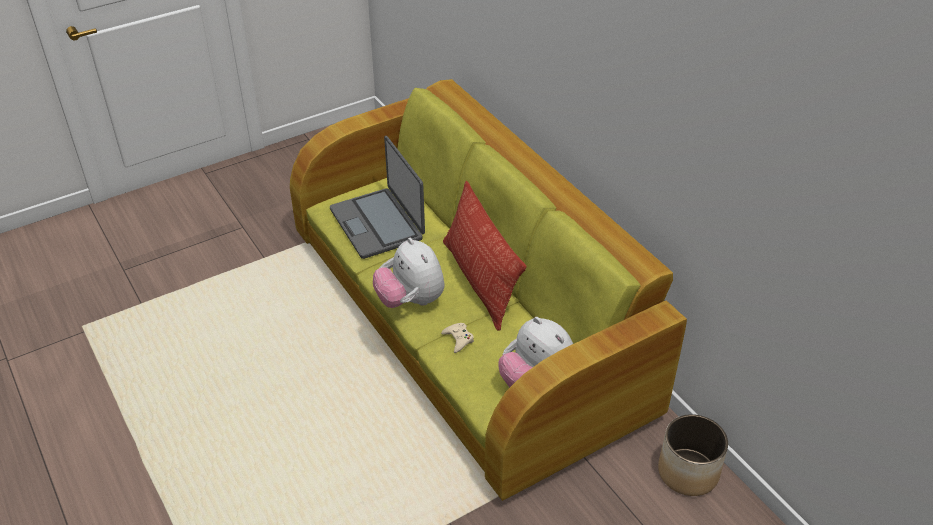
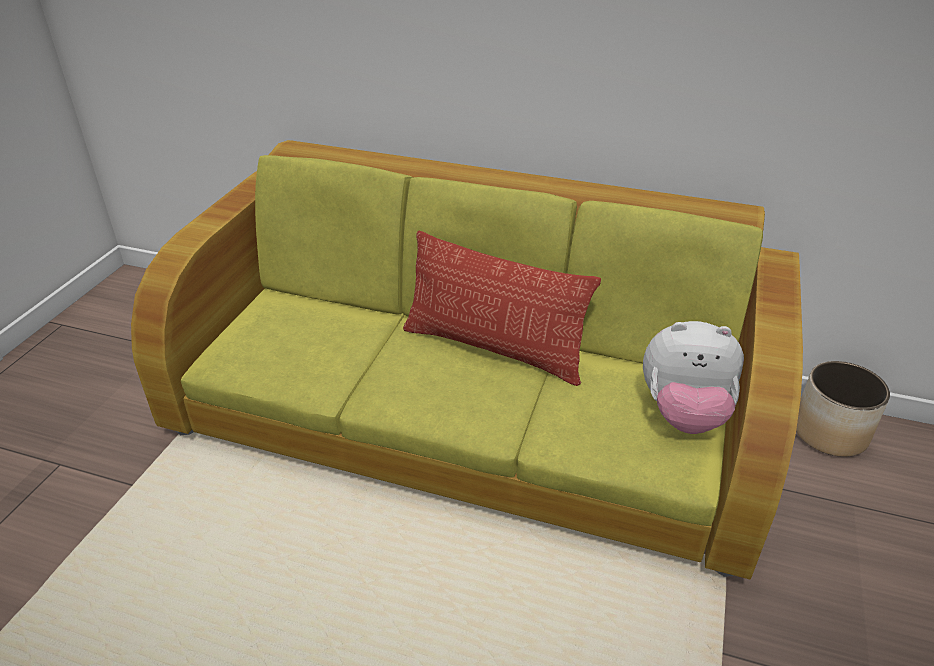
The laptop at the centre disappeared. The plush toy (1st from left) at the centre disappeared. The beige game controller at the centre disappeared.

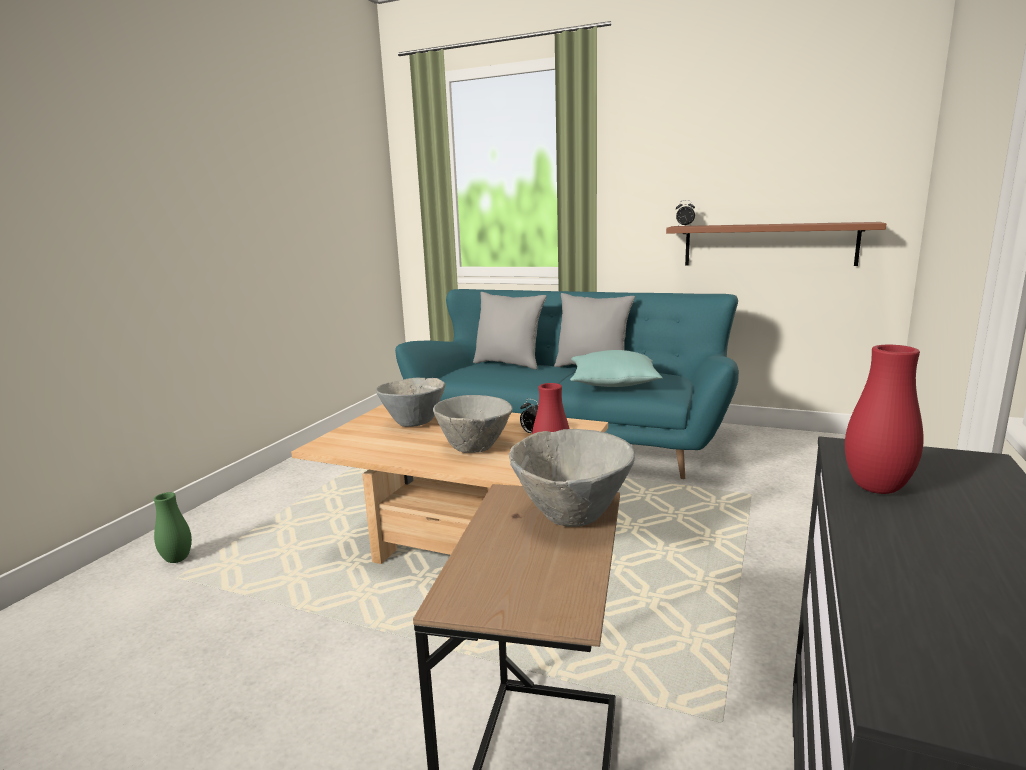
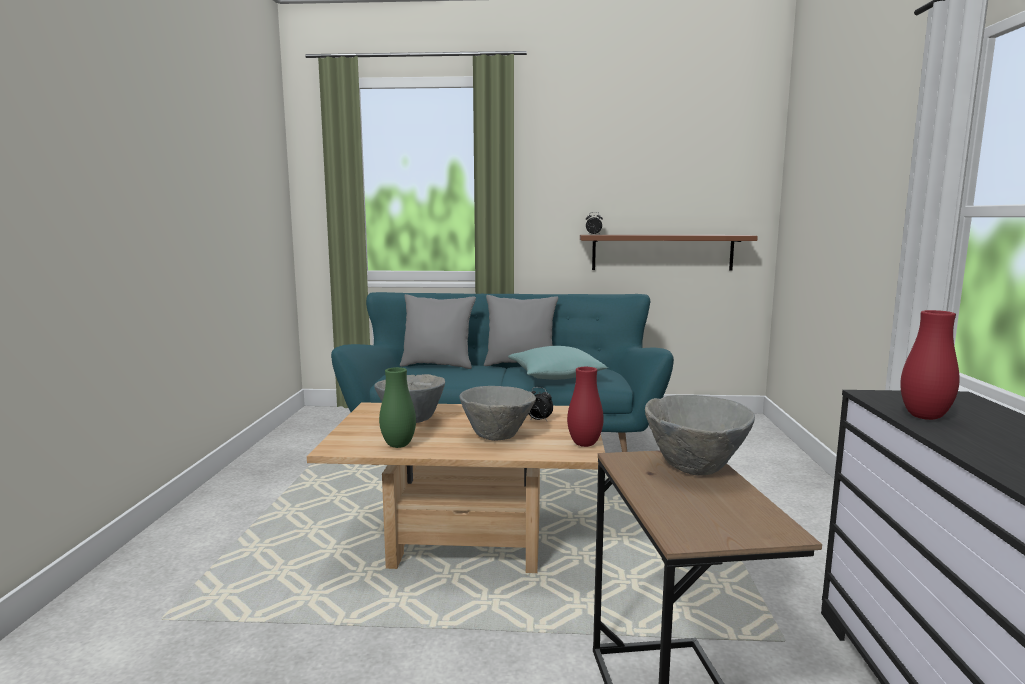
The green vase moved from the bottom left to the centre.

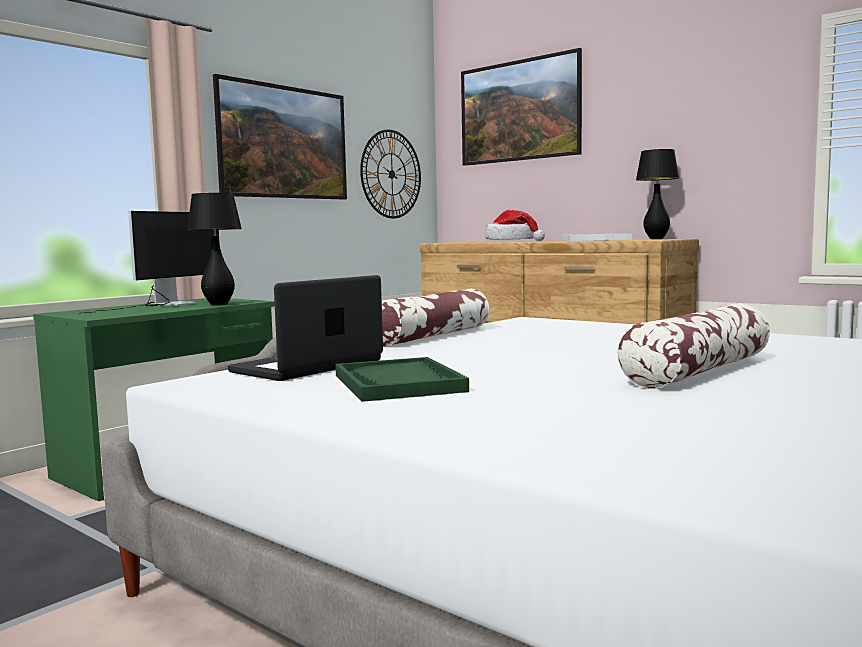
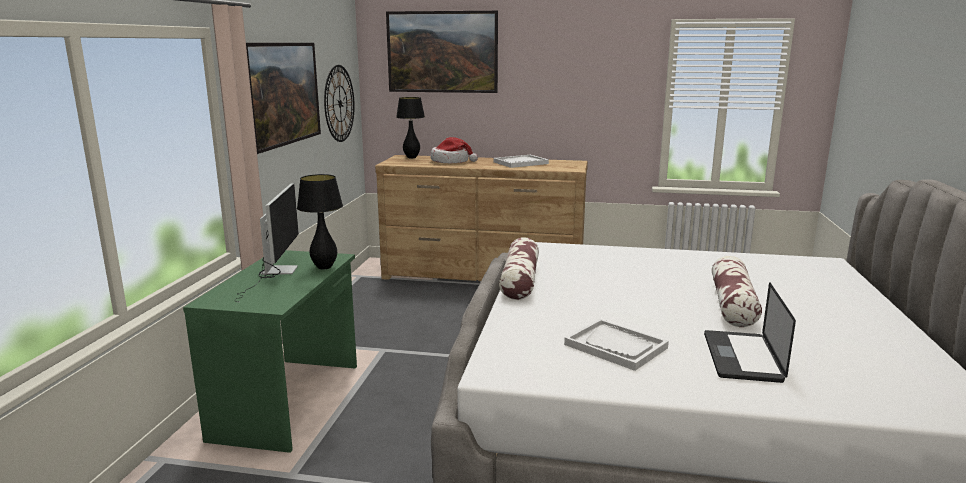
The black table lamp (2nd from left) moved from the top right to the top centre. The laptop moved from the centre to the bottom right. The green tray at the centre became the white tray (2nd from left) at the bottom centre.

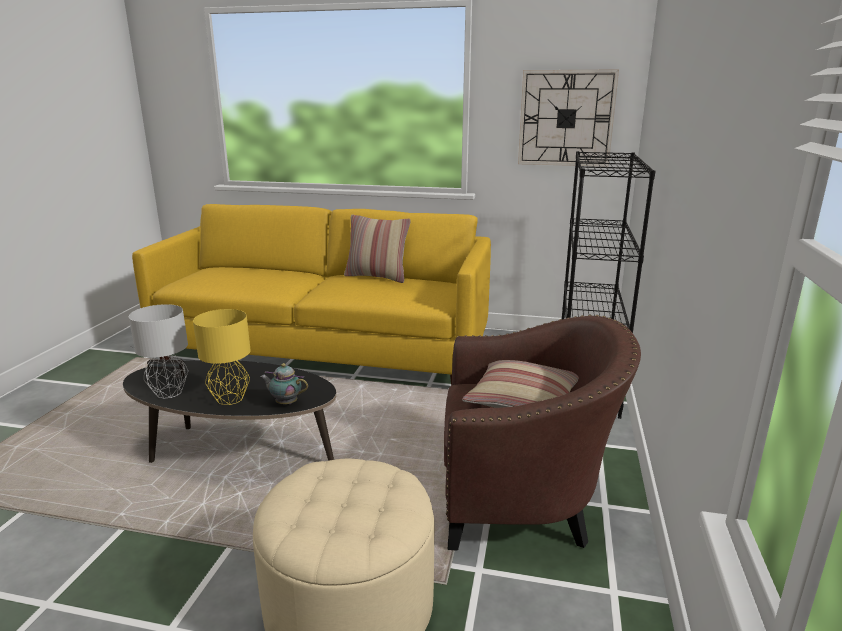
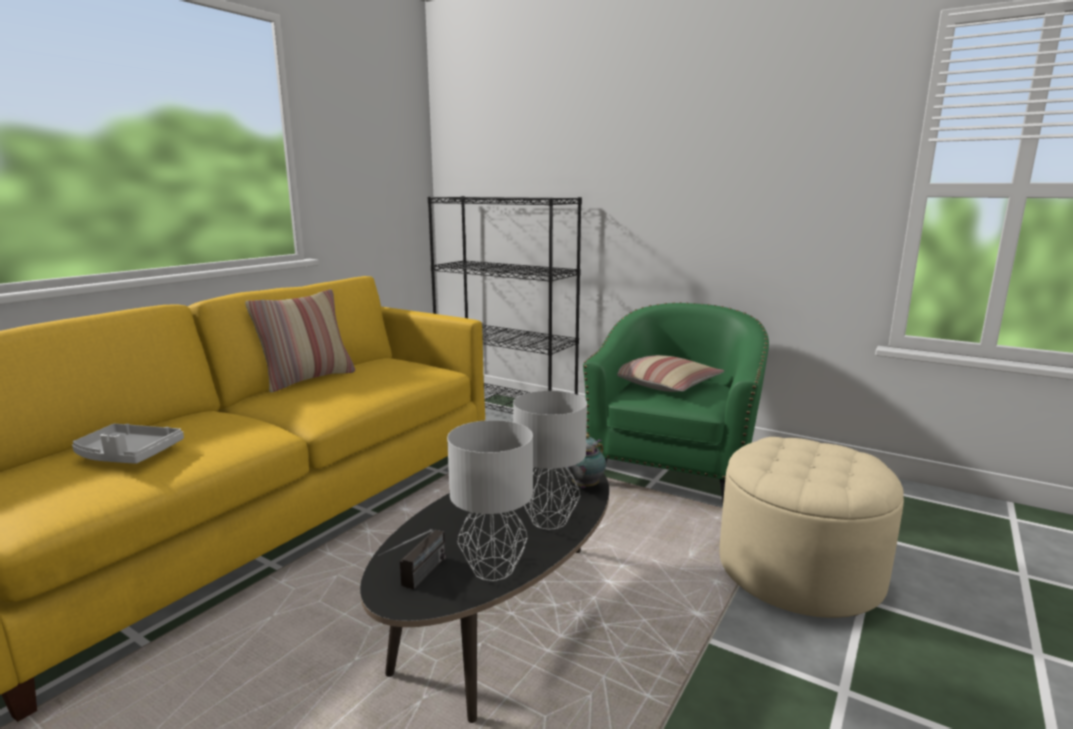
The wall clock at the top right disappeared. The yellow table lamp at the middle left became the grey table lamp (2nd from left) at the centre. The brown armchair at the bottom centre became the green armchair at the centre. The grey tray at the middle left appeared.

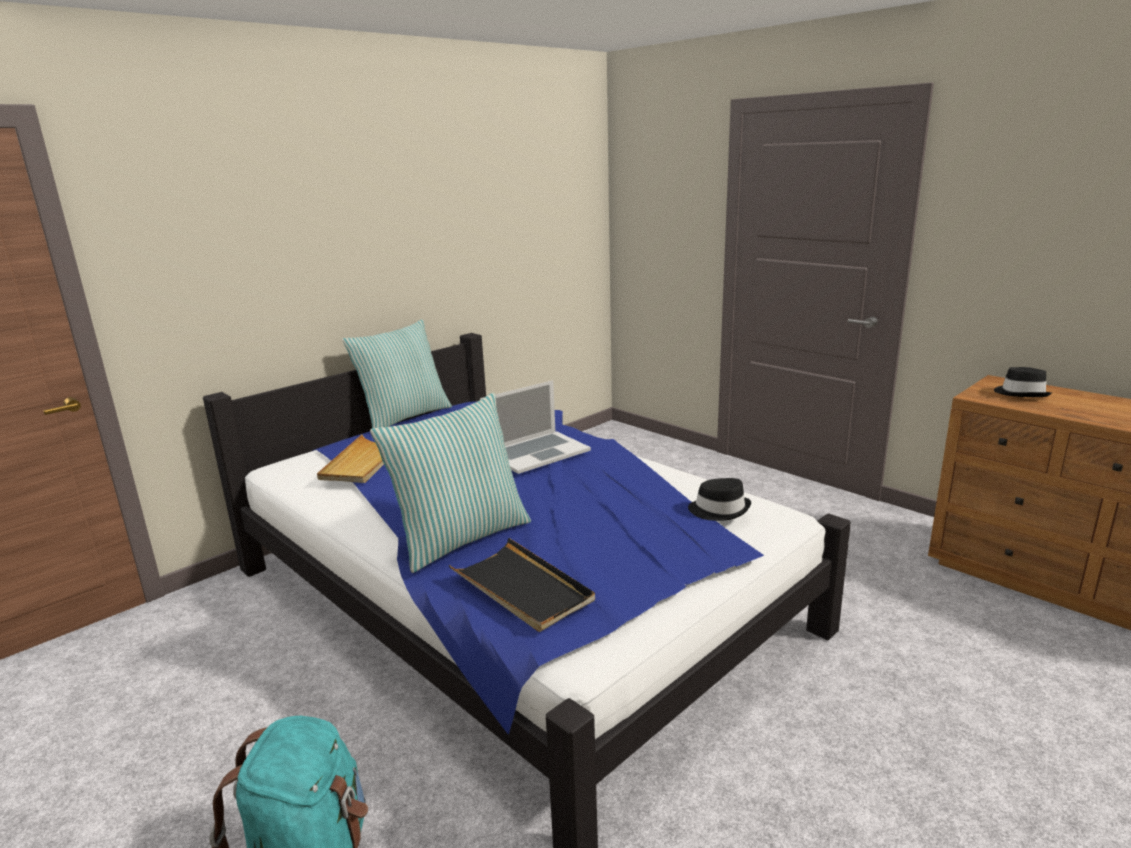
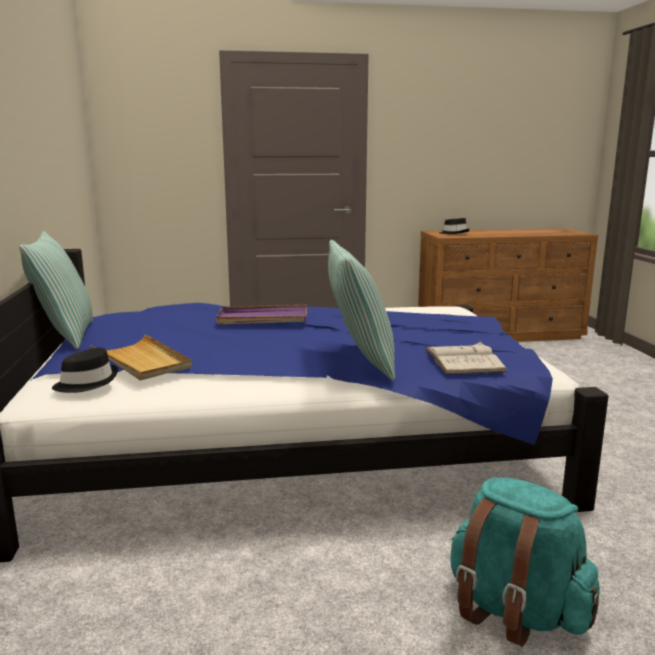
The laptop at the centre was replaced by the purple tray at the centre. The black hat (1st from left) moved from the centre to the middle left. The black tray at the bottom centre was replaced by the white book at the middle right.

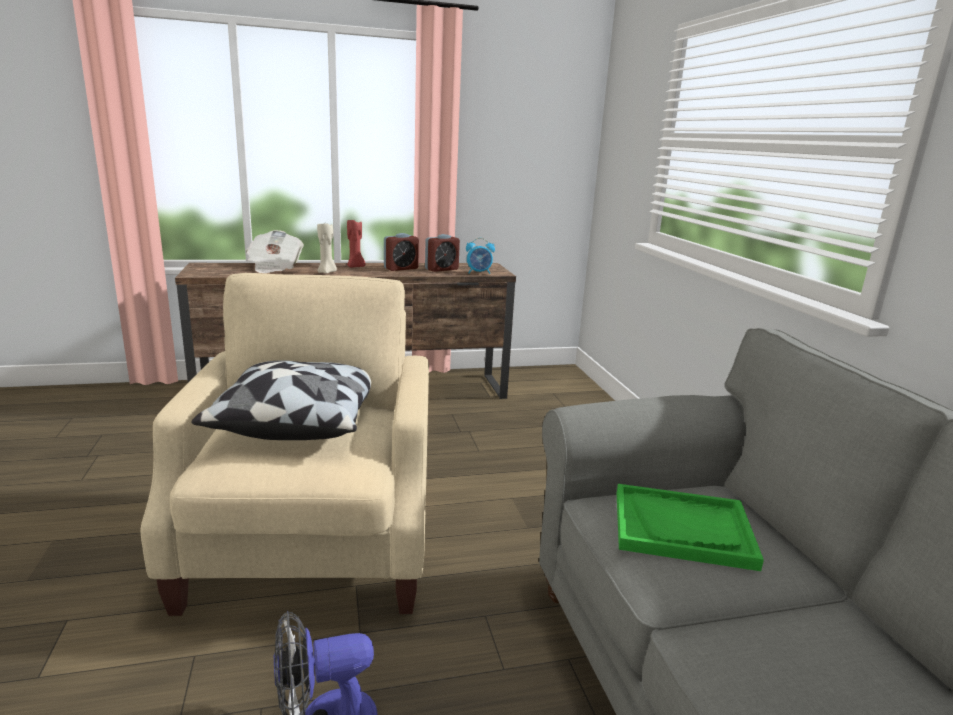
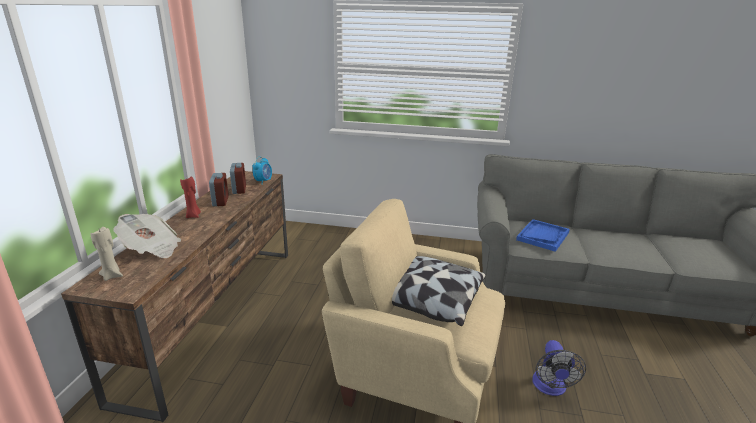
The beige candle moved from the centre to the middle left. The green tray at the bottom right became the blue tray at the middle right.

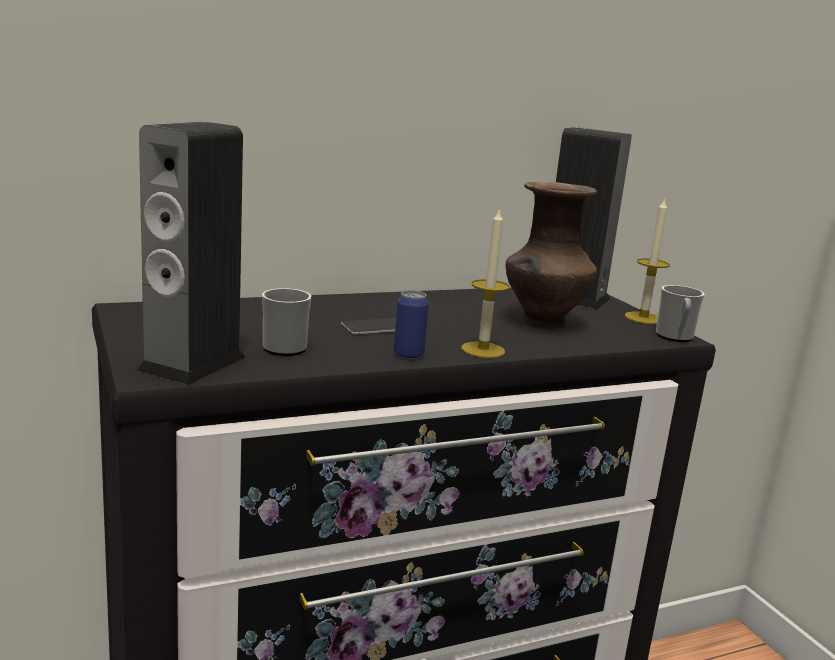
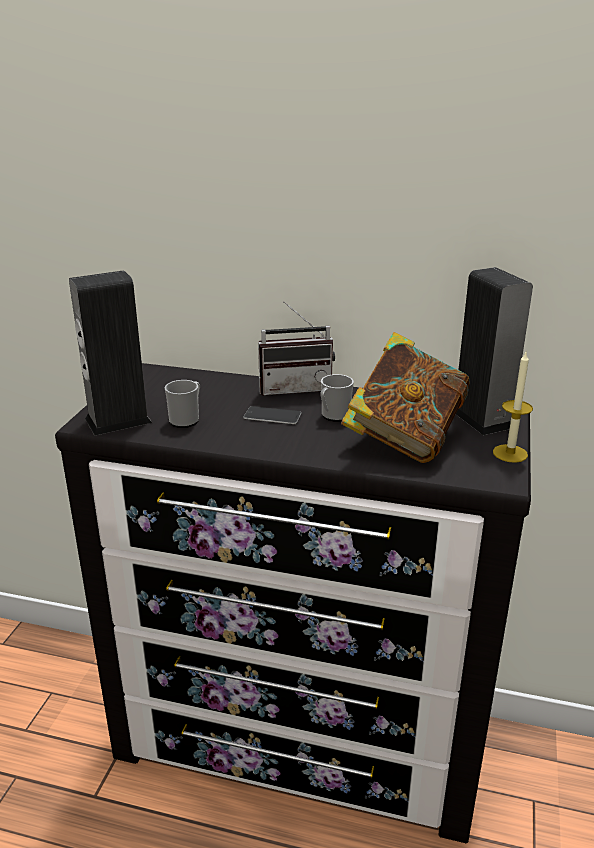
The brown vase at the centre was replaced by the book at the middle right. The candle (1st from left) at the centre disappeared. The mug (2nd from left) moved from the middle right to the centre. The can at the centre disappeared. The radio at the centre appeared.

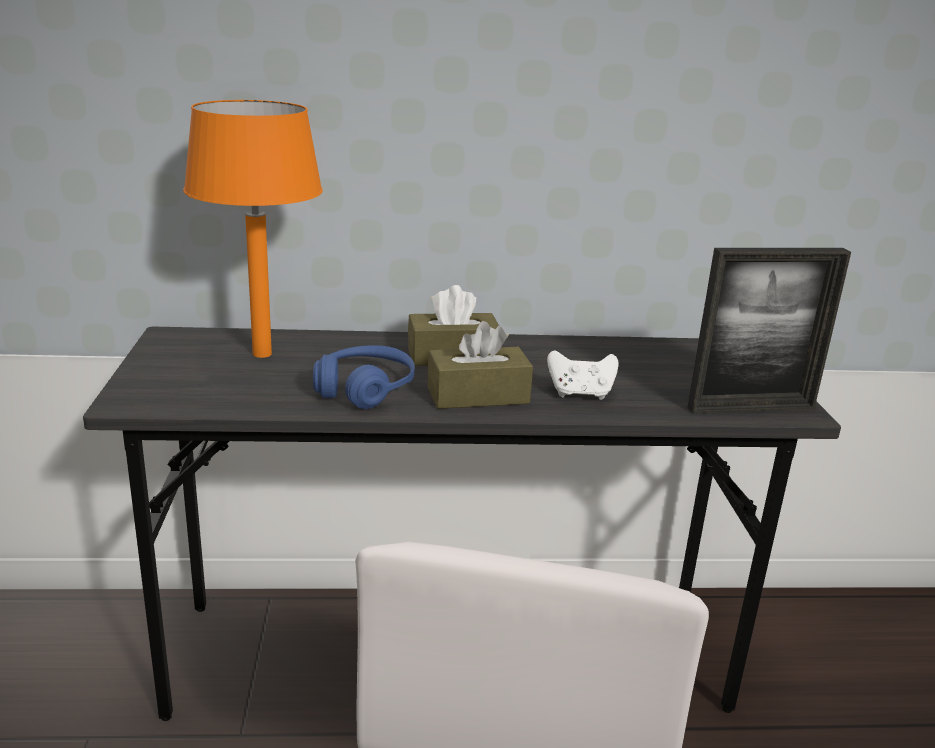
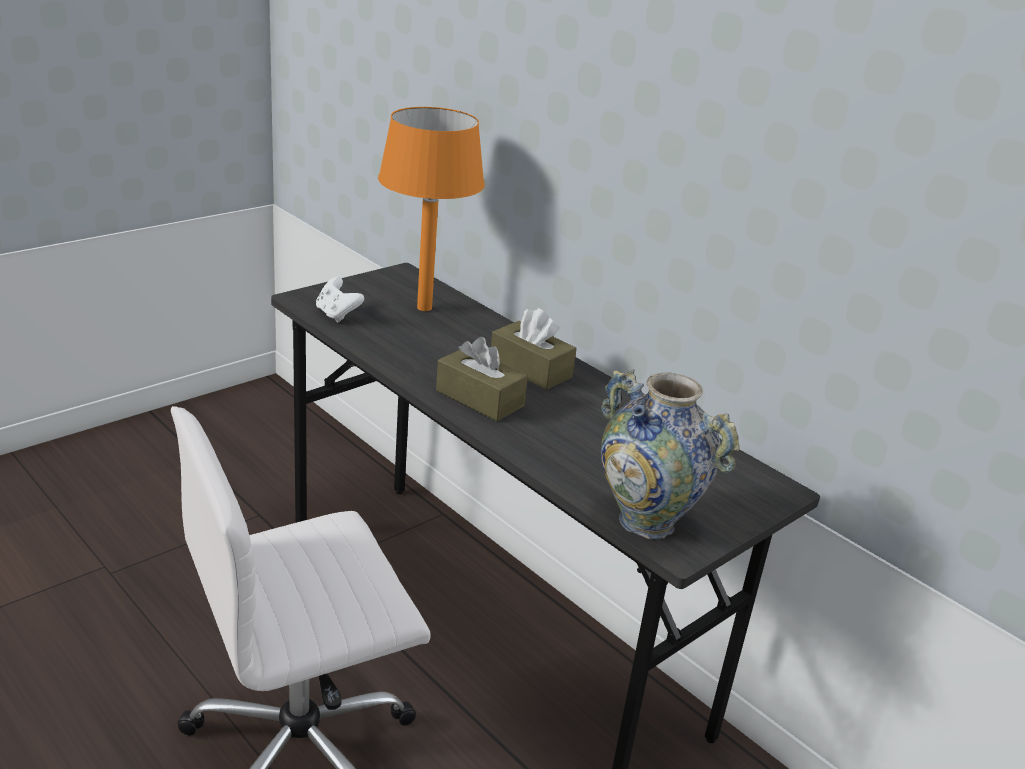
The picture frame at the middle right was replaced by the vase at the centre. The blue headphones at the centre disappeared. The white game controller moved from the centre to the middle left.

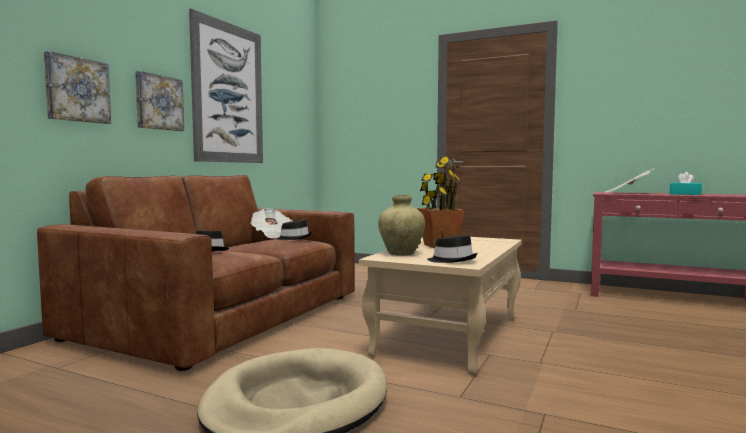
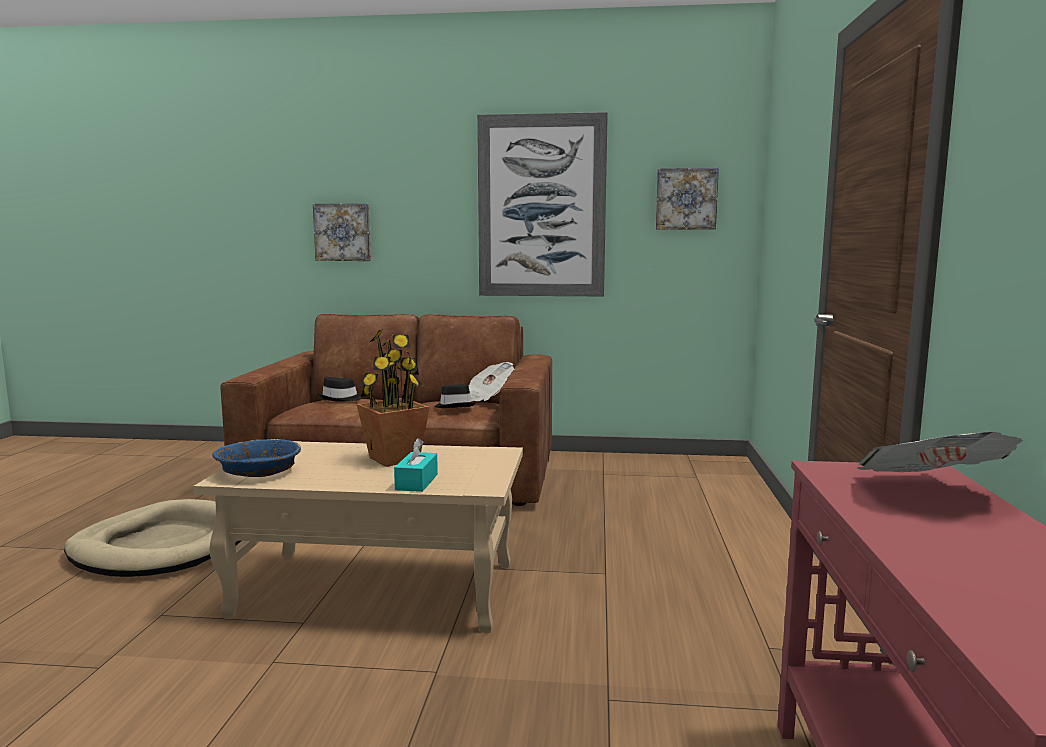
The picture (2nd from left in the first image) moved from the top left to the top centre. The turquoise tissue box moved from the middle right to the centre. The beige vase at the centre disappeared. The black hat (3rd from left) at the centre was replaced by the blue bowl at the middle left.

